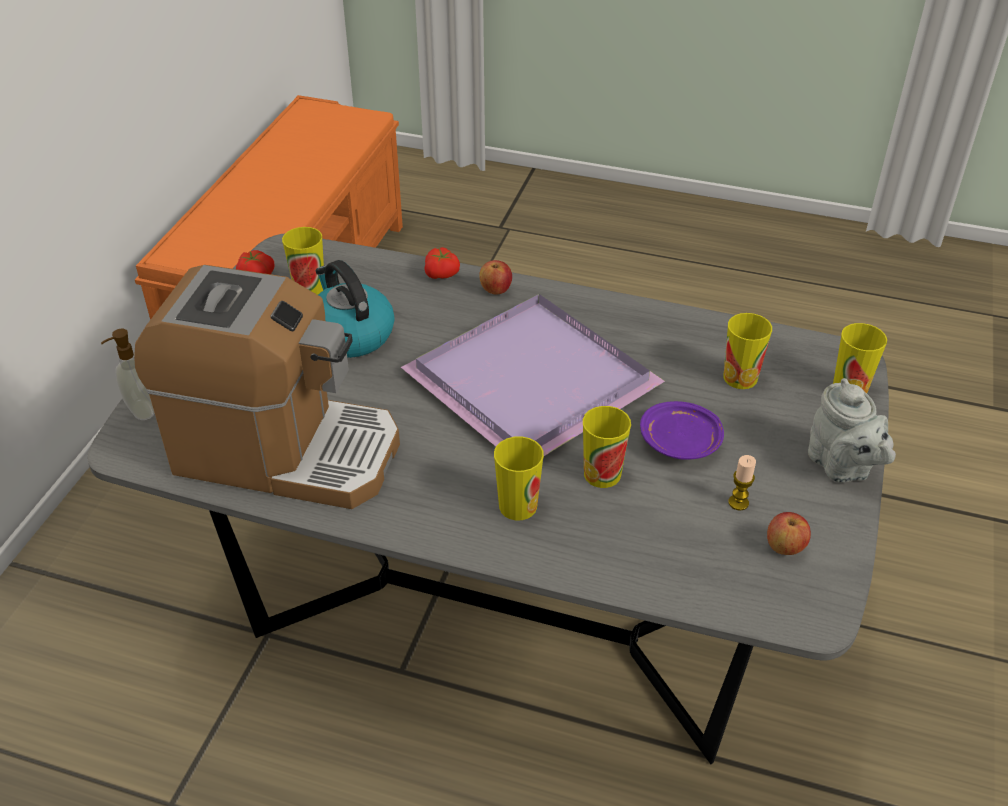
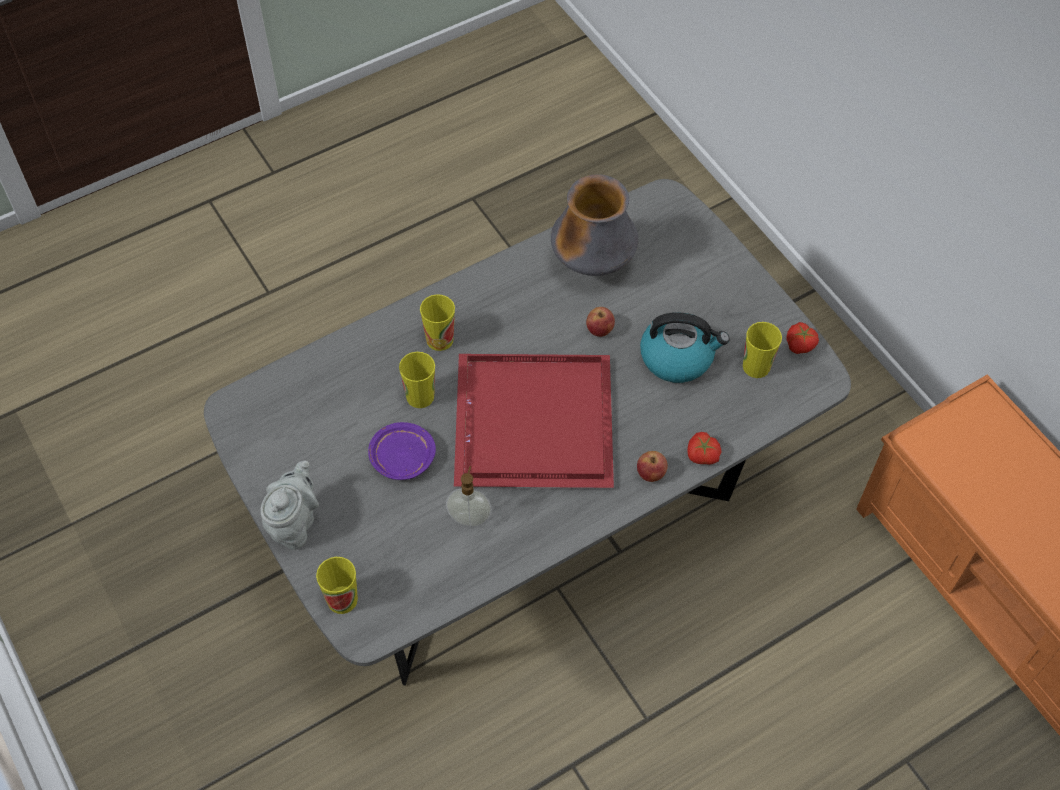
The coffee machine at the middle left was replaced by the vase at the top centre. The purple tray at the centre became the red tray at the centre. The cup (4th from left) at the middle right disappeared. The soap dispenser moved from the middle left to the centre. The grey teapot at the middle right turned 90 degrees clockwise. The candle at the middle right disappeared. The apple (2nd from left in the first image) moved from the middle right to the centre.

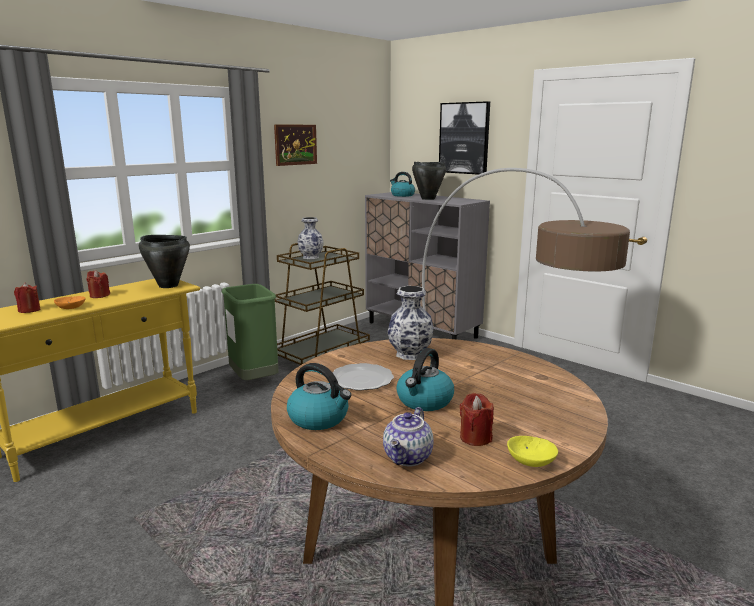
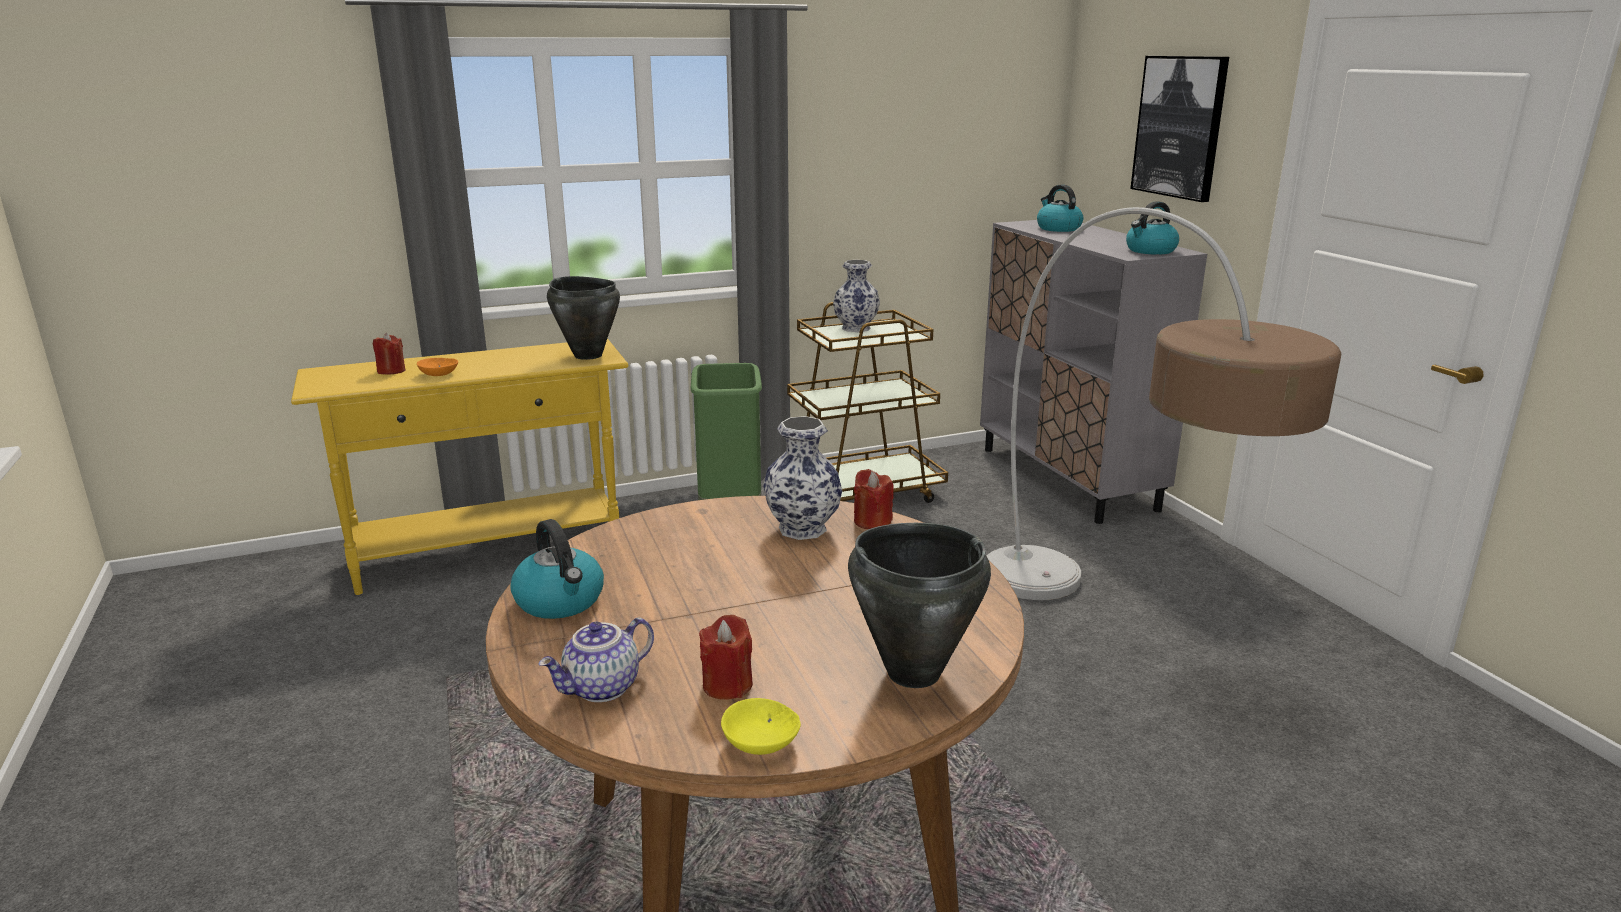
The picture (1st from left) at the top centre disappeared. The black cooking pot (2nd from left) moved from the top centre to the centre. The red candle (2nd from left in the first image) moved from the middle left to the centre. The kettle (3rd from left) moved from the centre to the top right. The plate at the centre disappeared.

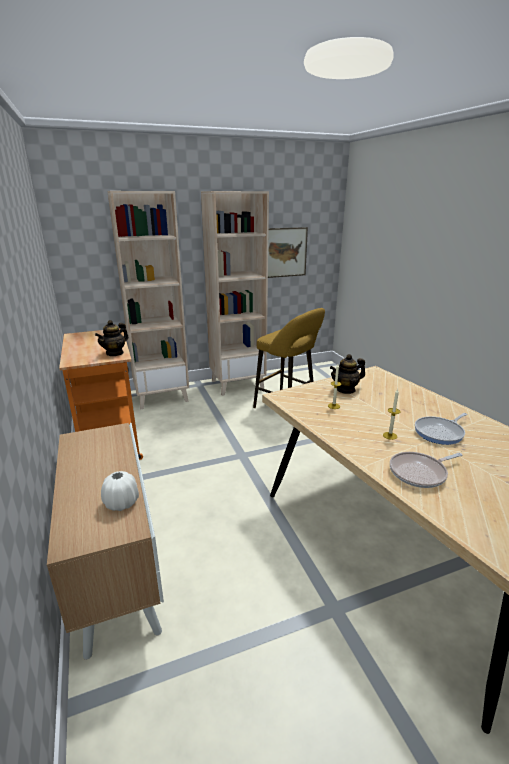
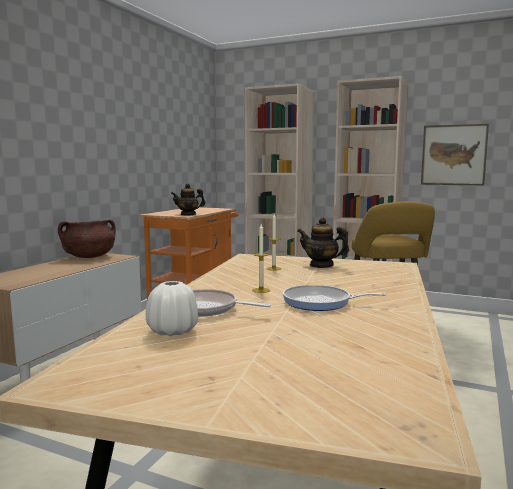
The white vase moved from the middle left to the centre. The brown cooking pot at the middle left appeared.

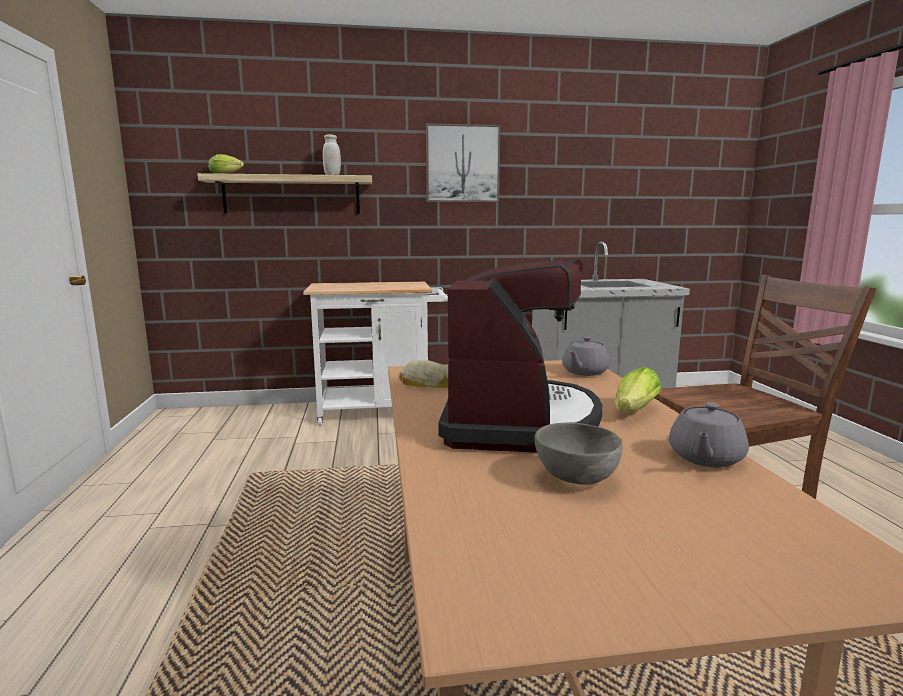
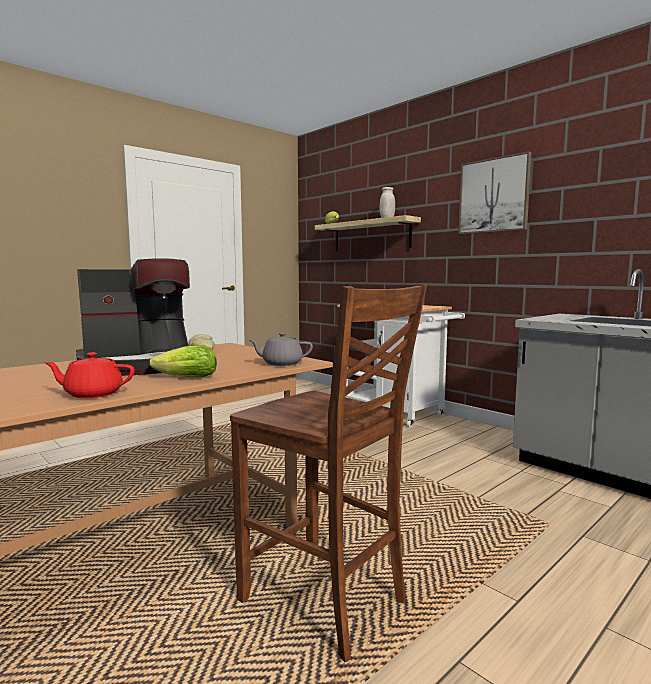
The grey teapot (2nd from left) at the middle right became the red teapot at the middle left. The grey bowl at the centre disappeared.

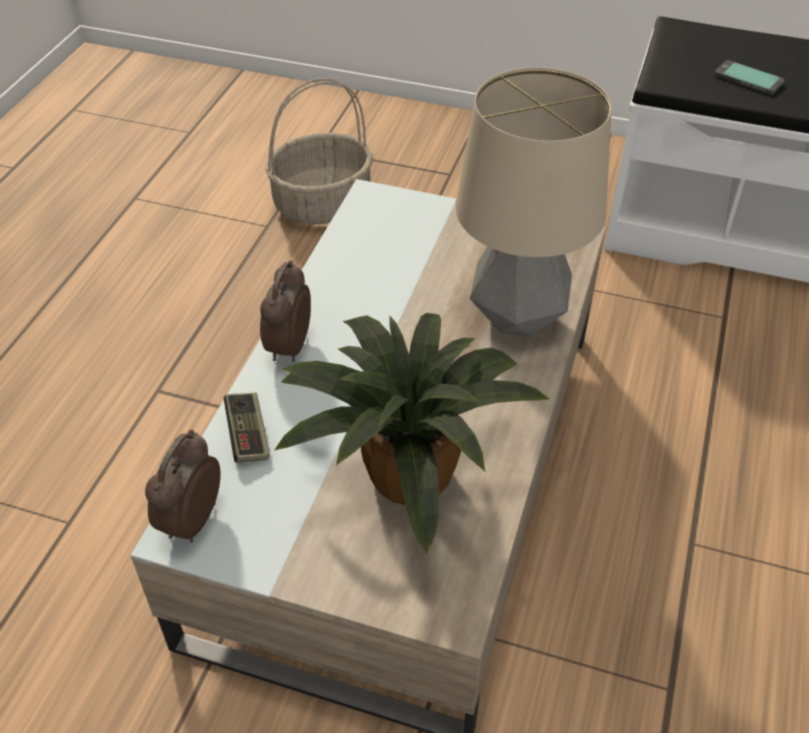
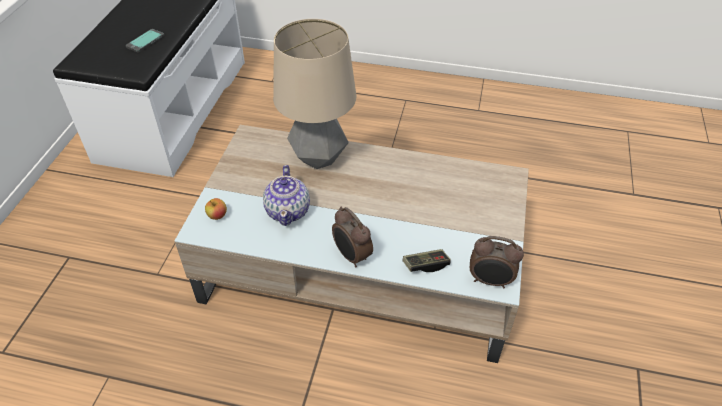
The basket at the top centre disappeared. The alarm clock (2nd from left in the first image) at the centre turned 45 degrees clockwise. The potted plant at the centre disappeared. The teapot at the centre appeared. The apple at the middle left appeared.

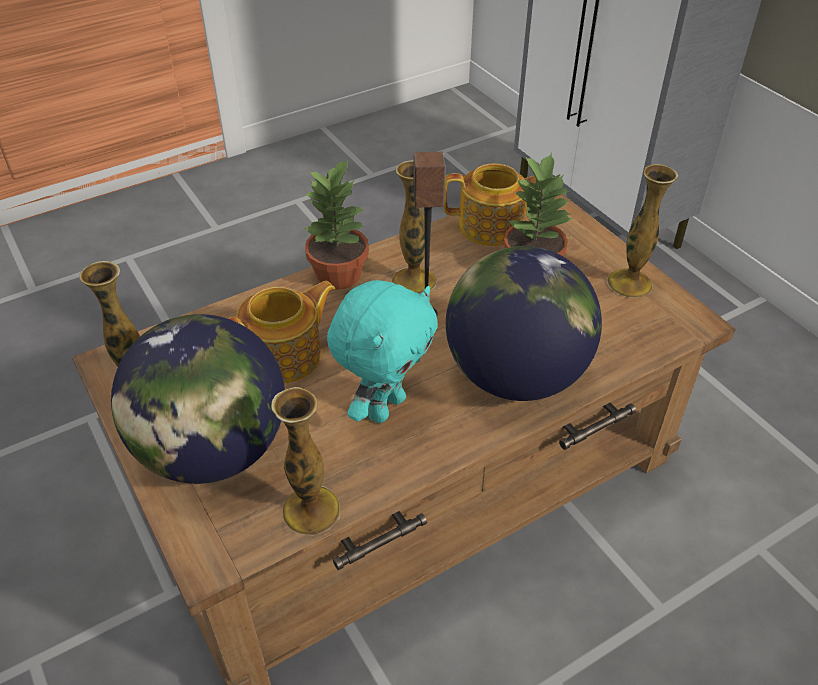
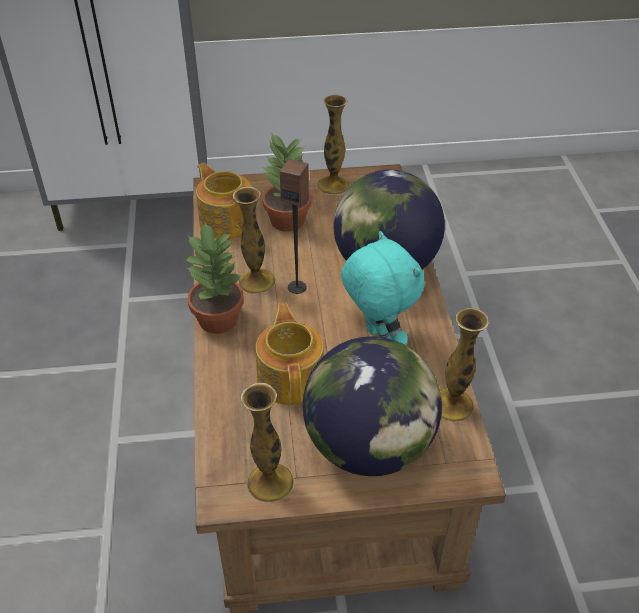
The teapot (2nd from left in the first image) at the top centre turned 60 degrees counterclockwise.

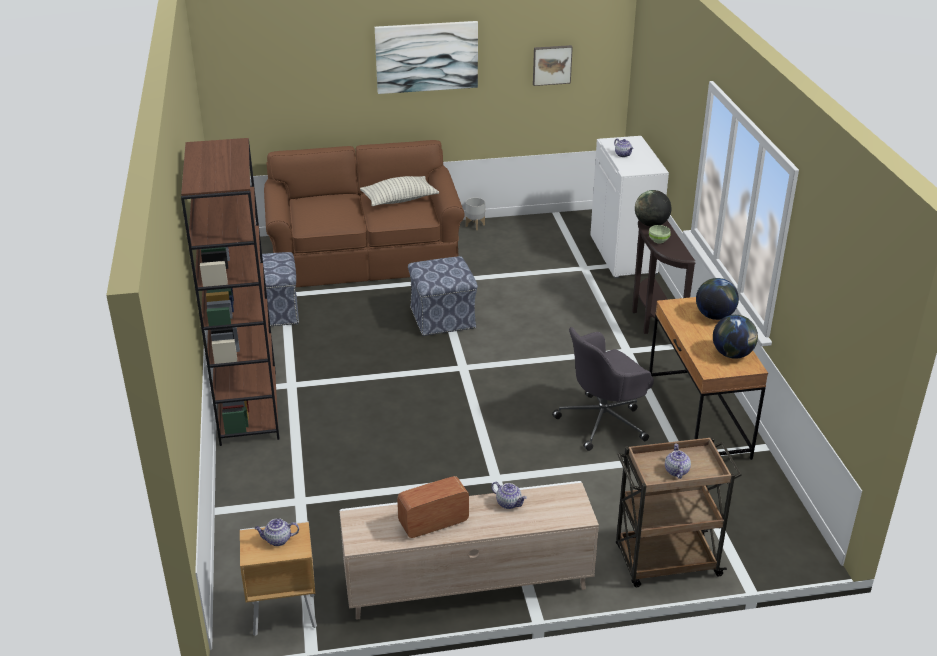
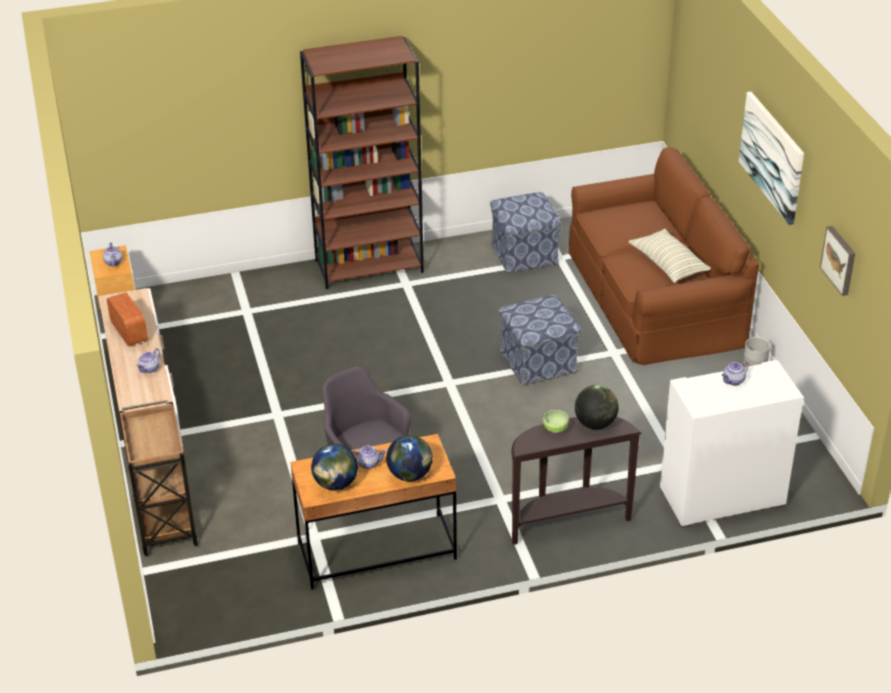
The teapot (4th from left in the first image) moved from the bottom right to the centre.

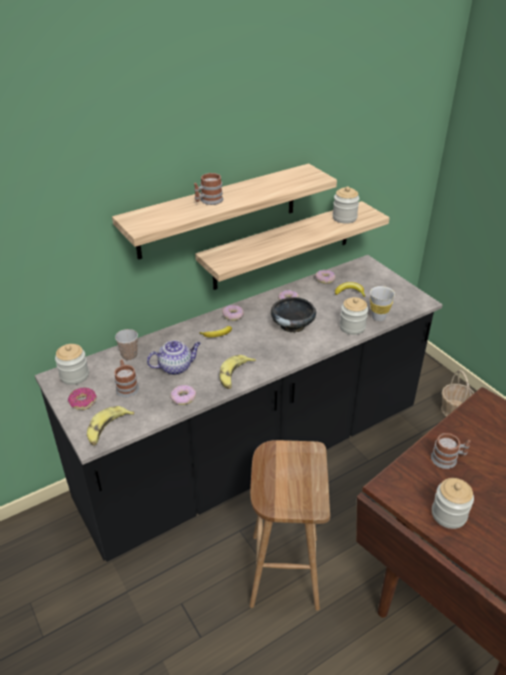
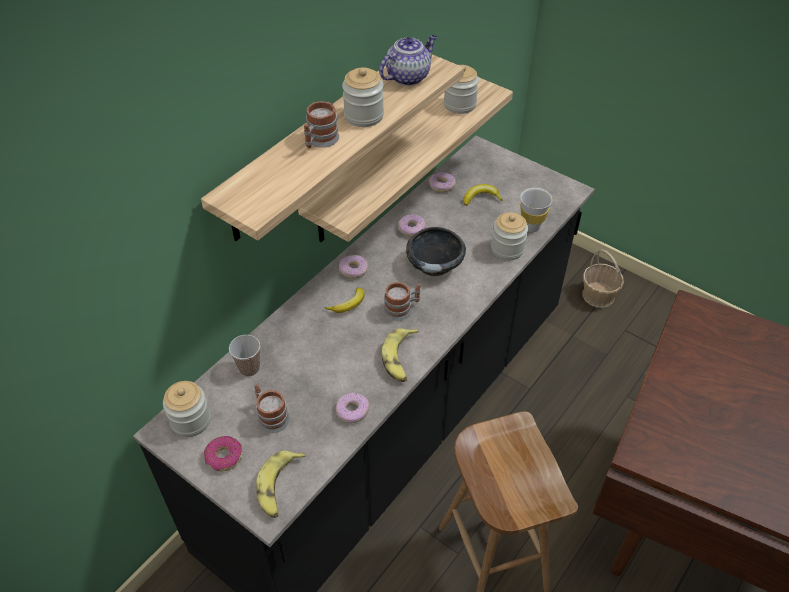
The teapot moved from the centre to the top centre. The mug (3rd from left) moved from the bottom right to the centre. The jar (4th from left in the first image) moved from the bottom right to the top centre.

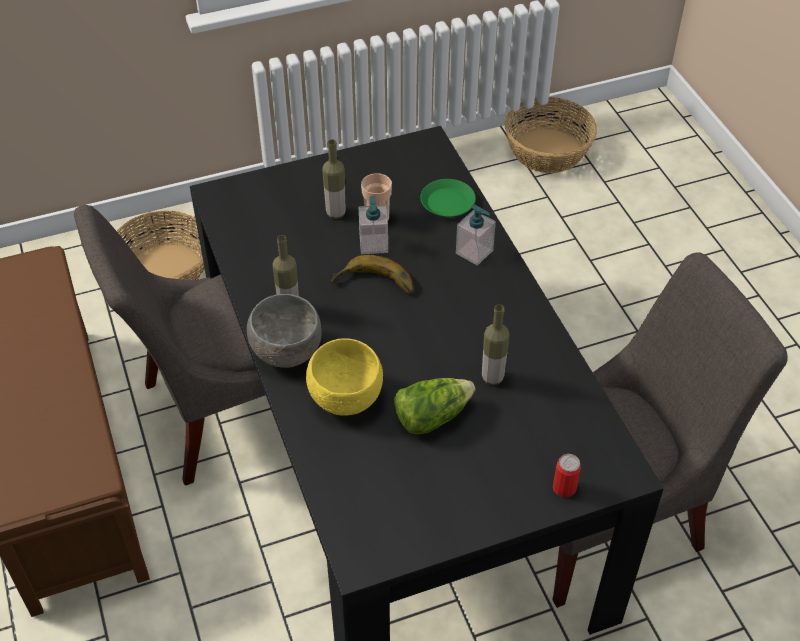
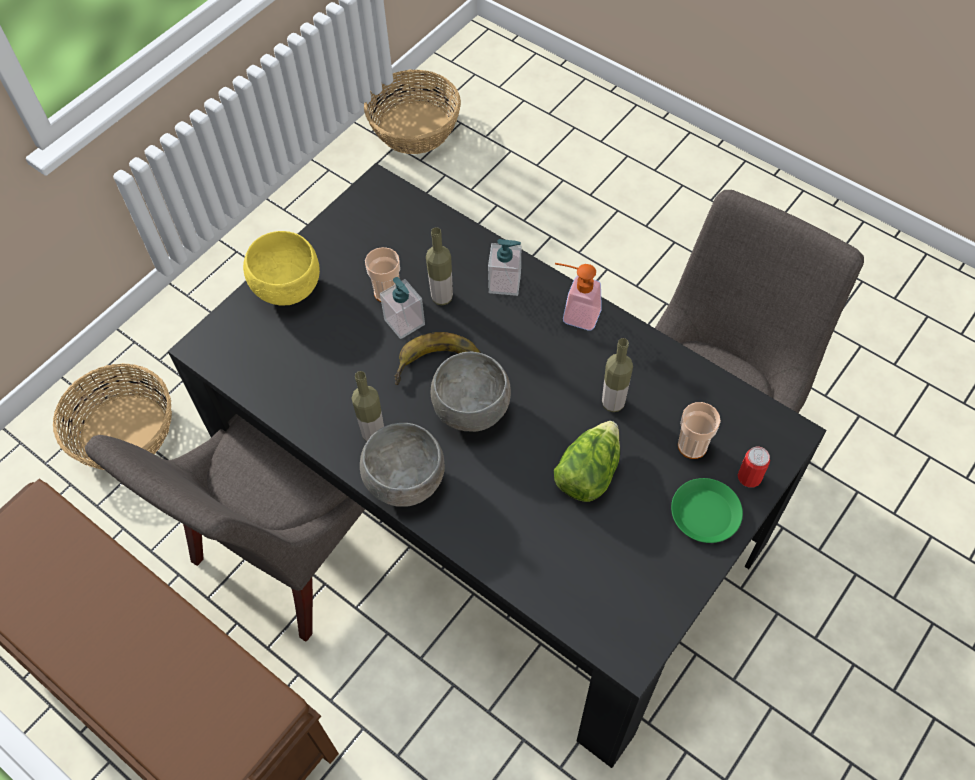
The bottle (2nd from left) moved from the top centre to the centre. The green plate moved from the top centre to the middle right. The yellow bowl moved from the centre to the middle left. The soap dispenser (3rd from left) at the centre appeared. The grey bowl (2nd from left) at the centre appeared. The cup (2nd from left) at the middle right appeared.

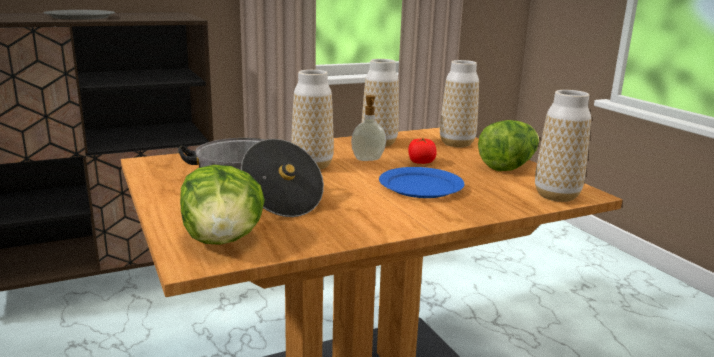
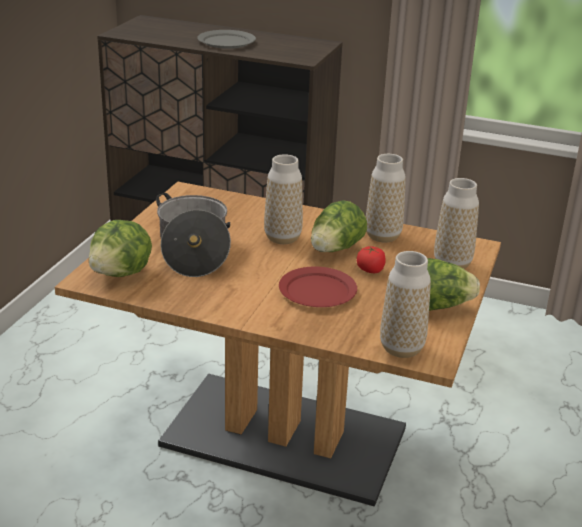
The soap dispenser at the centre was replaced by the lettuce (2nd from left) at the centre. The blue plate at the centre became the red plate at the centre.

